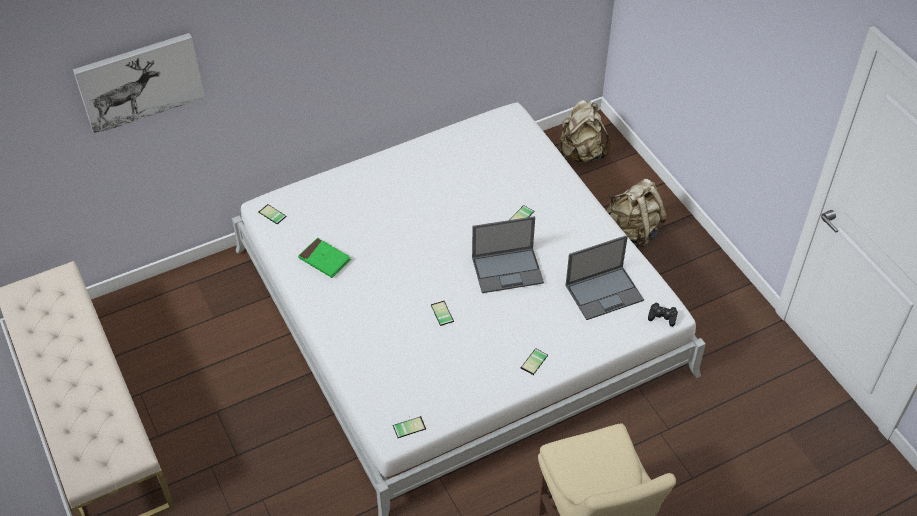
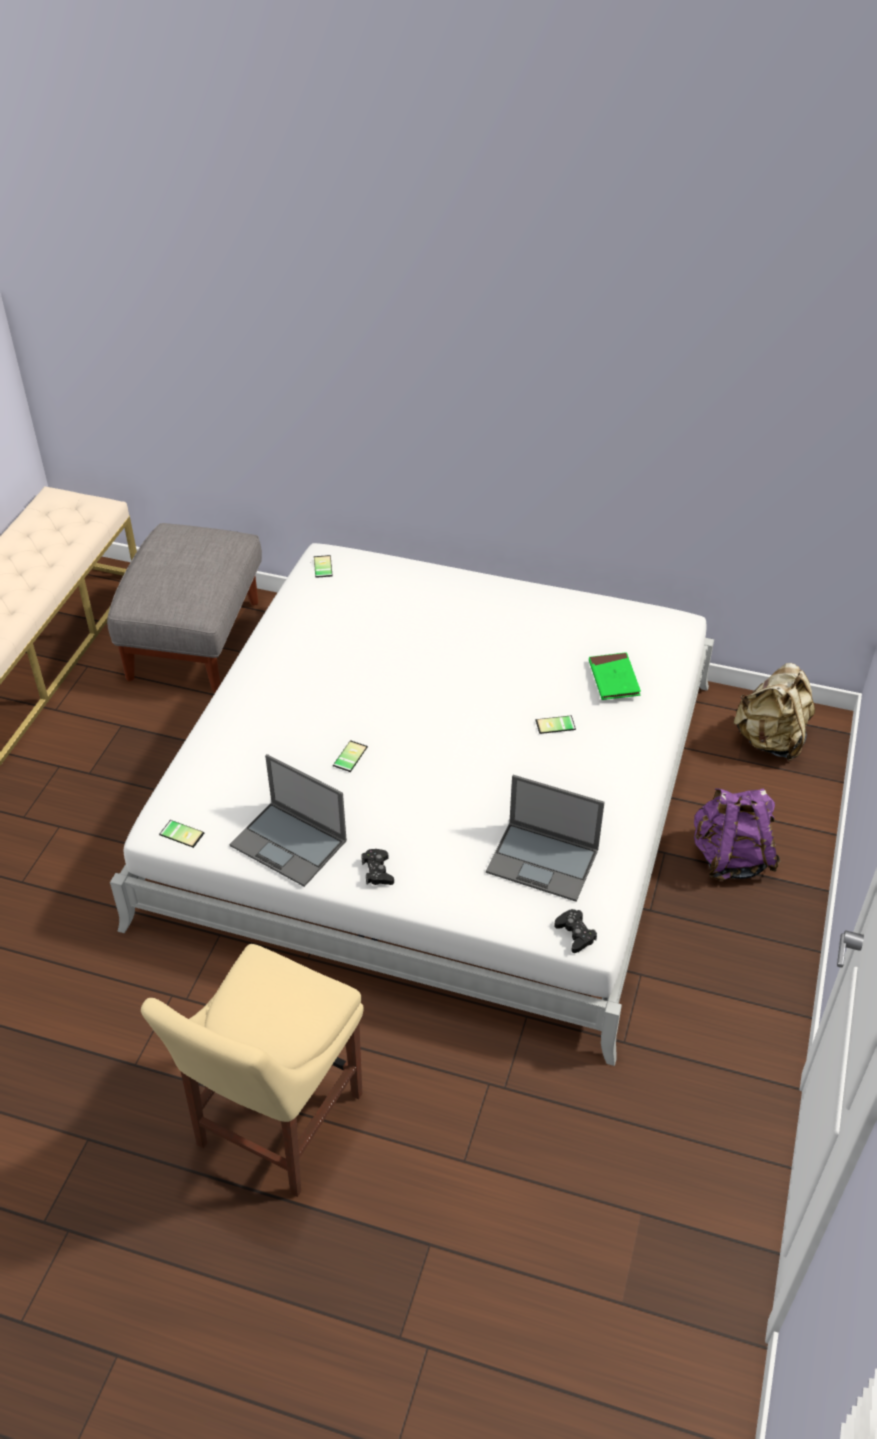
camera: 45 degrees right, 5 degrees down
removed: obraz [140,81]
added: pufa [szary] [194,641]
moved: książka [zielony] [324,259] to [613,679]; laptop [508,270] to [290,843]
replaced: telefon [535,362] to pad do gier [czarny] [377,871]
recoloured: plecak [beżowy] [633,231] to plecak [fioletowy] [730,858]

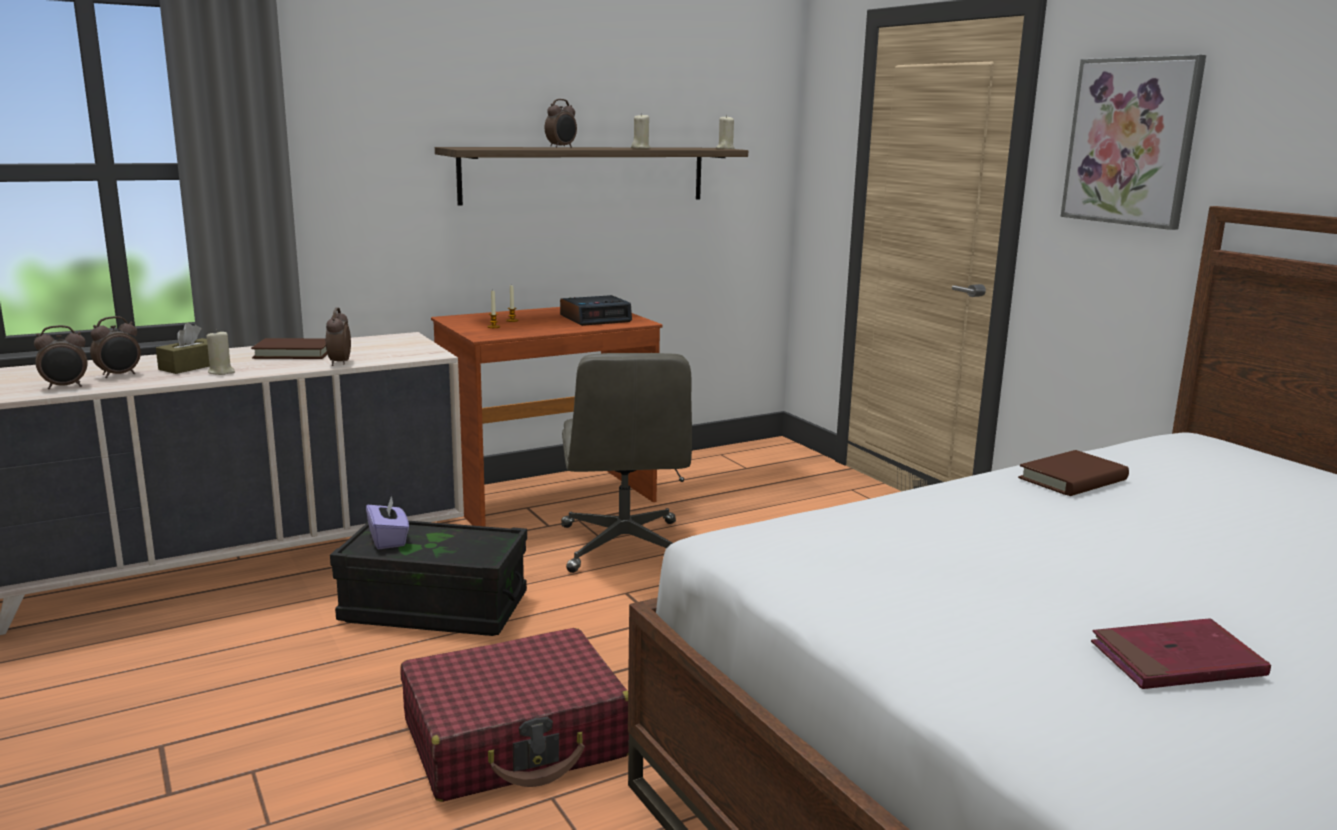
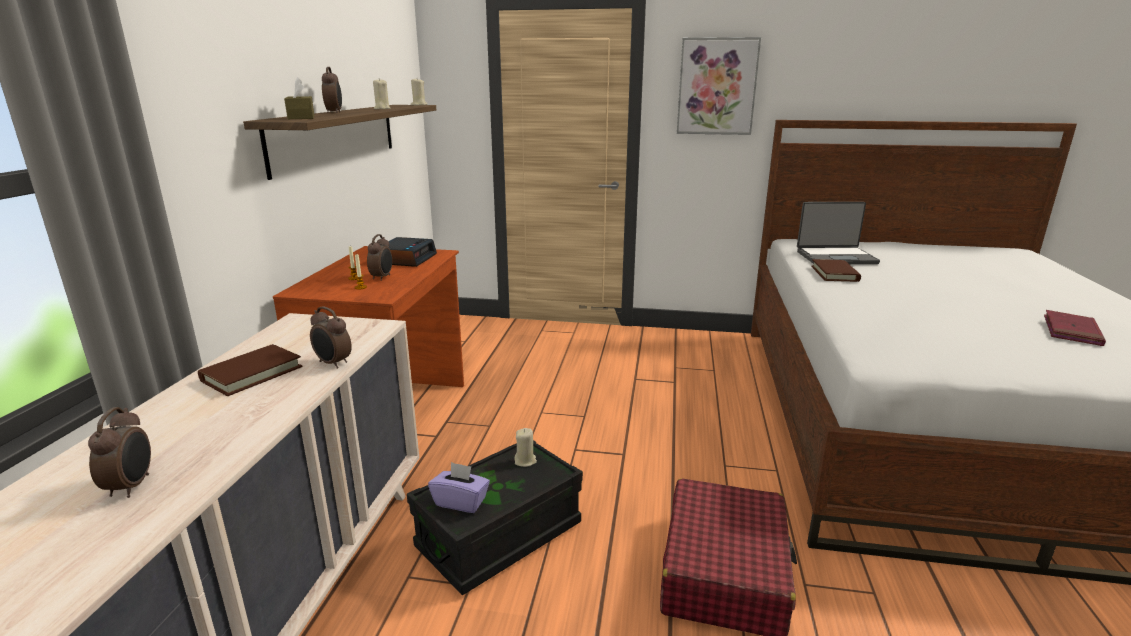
camera: 50 degrees left, 5 degrees up
removed: krzesło biurowe [szary] [624,547]
added: laptop [835,257]
moved: budzik [65,387] to [382,277]; pudełko chusteczek [brązowy] [190,366] to [301,117]; świeca [beżowy] [221,372] to [525,461]

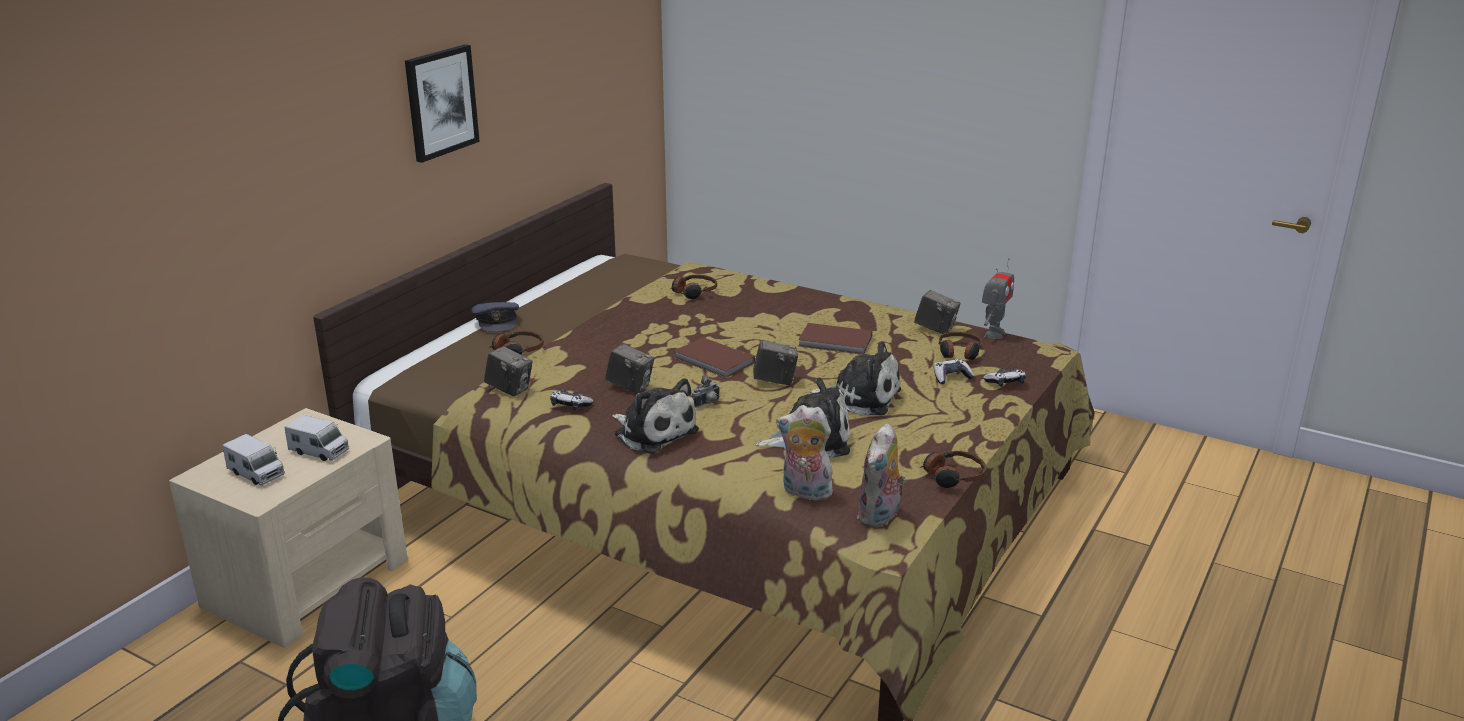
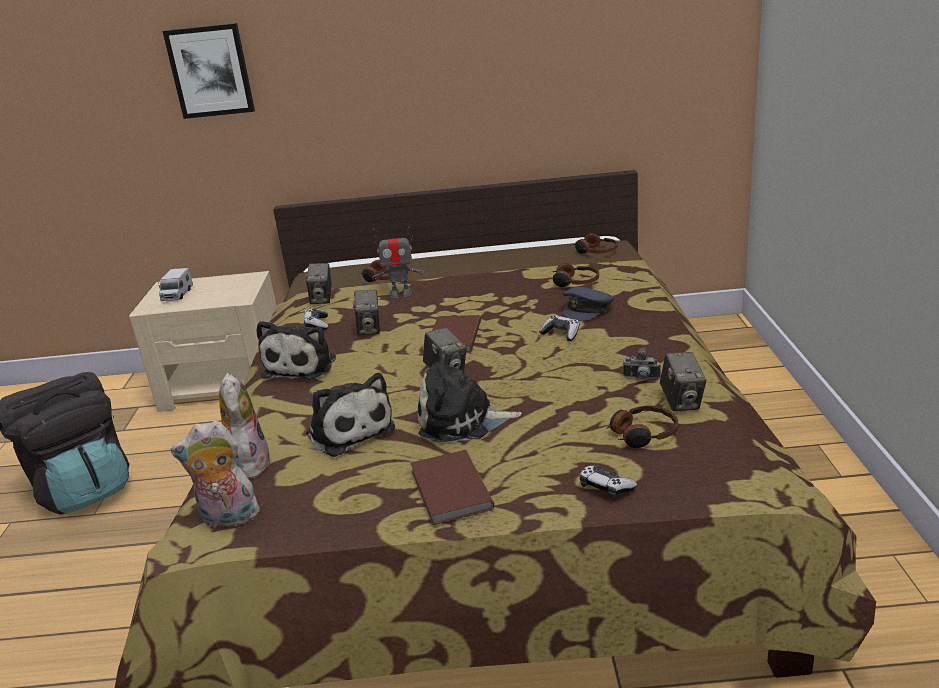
camera: 60 degrees right, 0 degrees up
removed: ciężarówka zabawkowa [319,451]
moved: obraz [441,102] to [210,71]; czapka z daszkiem [szary] [496,321] to [587,309]; aparat fotograficzny [707,404] to [641,379]; książka [brązowy] [835,342] to [449,491]; słuchawki [952,476] to [595,251]; pad do gier [951,377] to [561,334]; robot zabawkowy [994,333] to [400,293]
turned: pluszak [860,397] = [462,421] 105 degrees clockwise

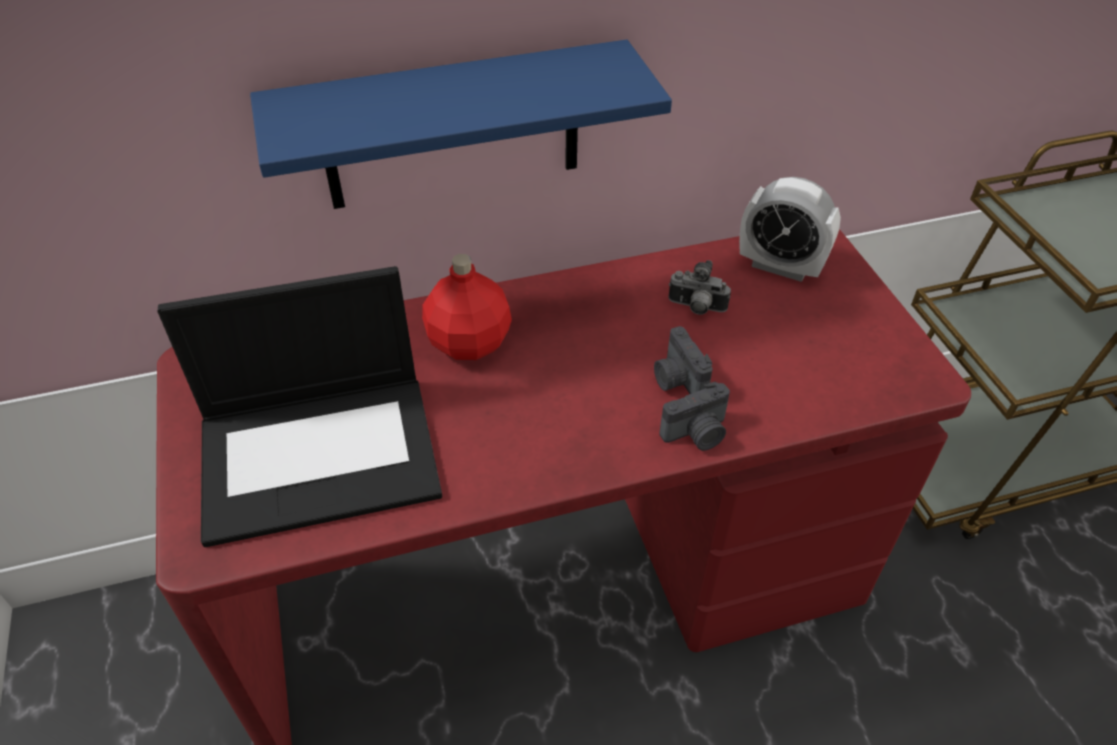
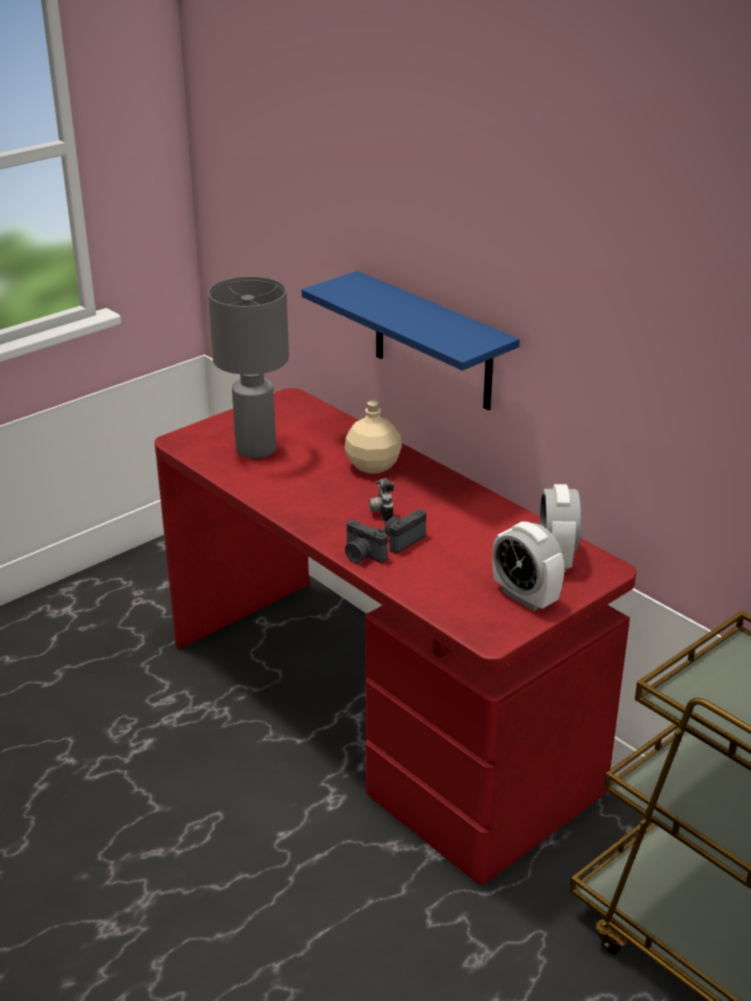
camera: 65 degrees right, 15 degrees down
added: budzik [525,597]
moved: aparat fotograficzny [696,308] to [381,512]
replaced: laptop [321,454] to lampa stołowa [szary] [257,449]
recoloured: butelka [czerwony] [468,342] to butelka [beżowy] [373,465]

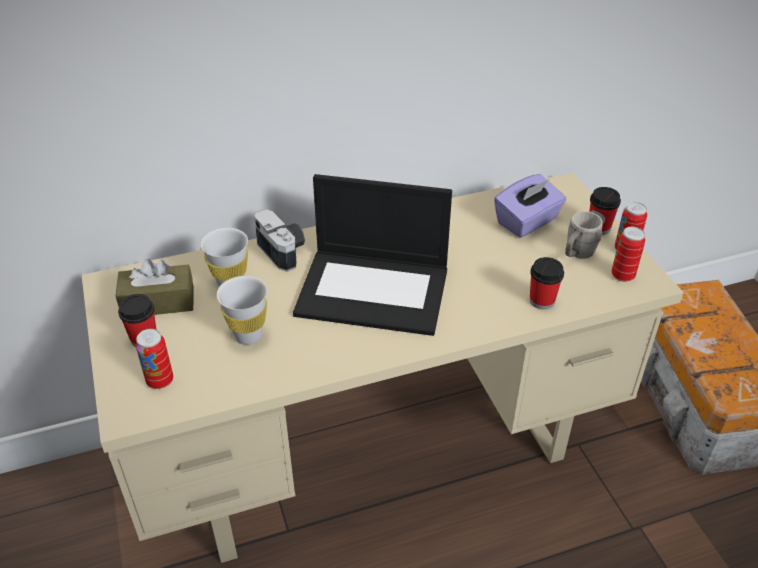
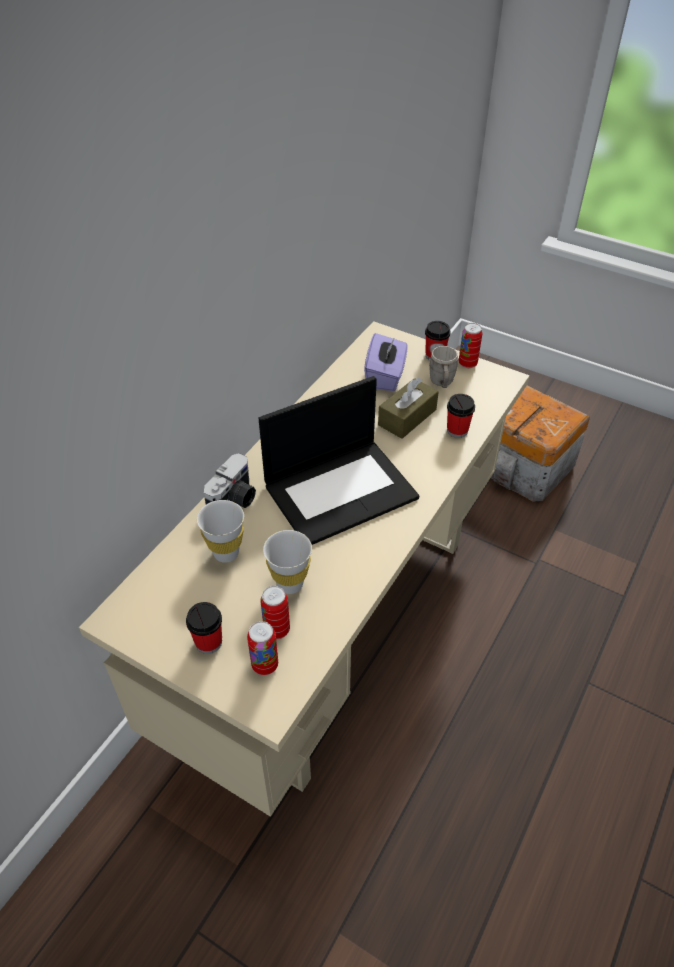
camera: 40 degrees left, 5 degrees up
moved: pudełko chusteczek [brązowy] [158,302] to [407,417]; puszka [622,275] to [277,629]
turned: aparat fotograficzny [284,250] = [235,499] 105 degrees clockwise

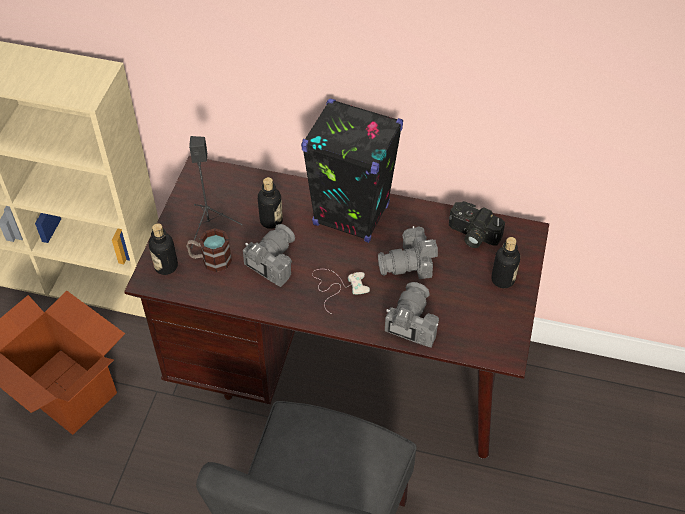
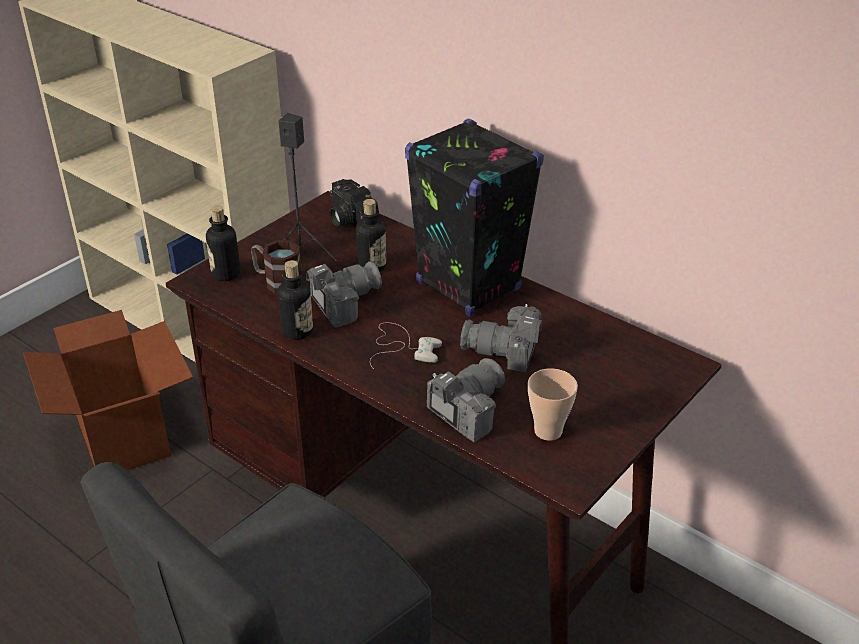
camera: 25 degrees right, 15 degrees down
added: filiżanka [548,431]
moved: aparat fotograficzny [472,235] to [349,219]; butelka [503,279] to [297,331]

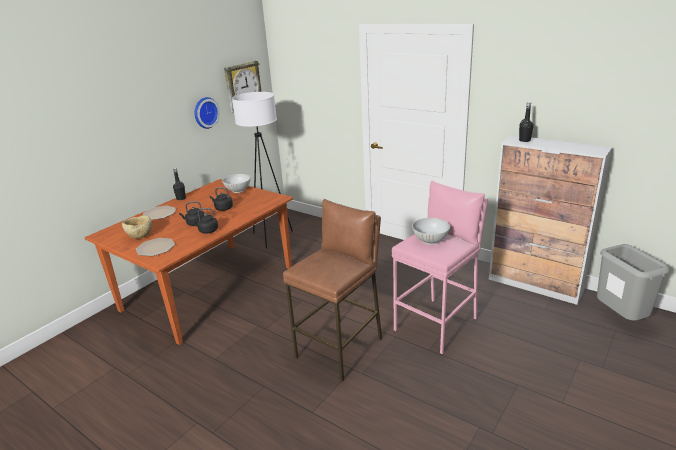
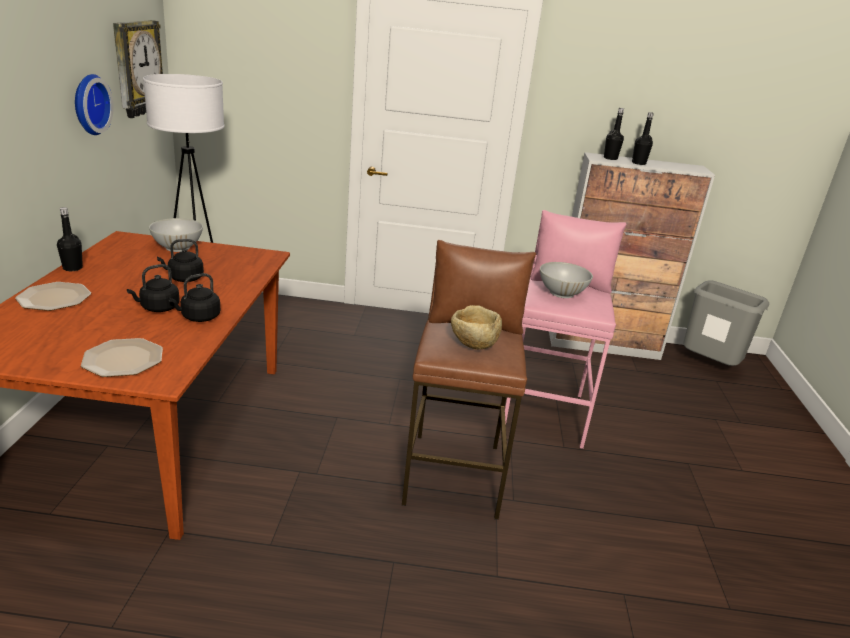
camera: 35 degrees left, 0 degrees up
added: butelka [czarny] [638,163]
moved: miska [beżowy] [140,236] to [473,345]

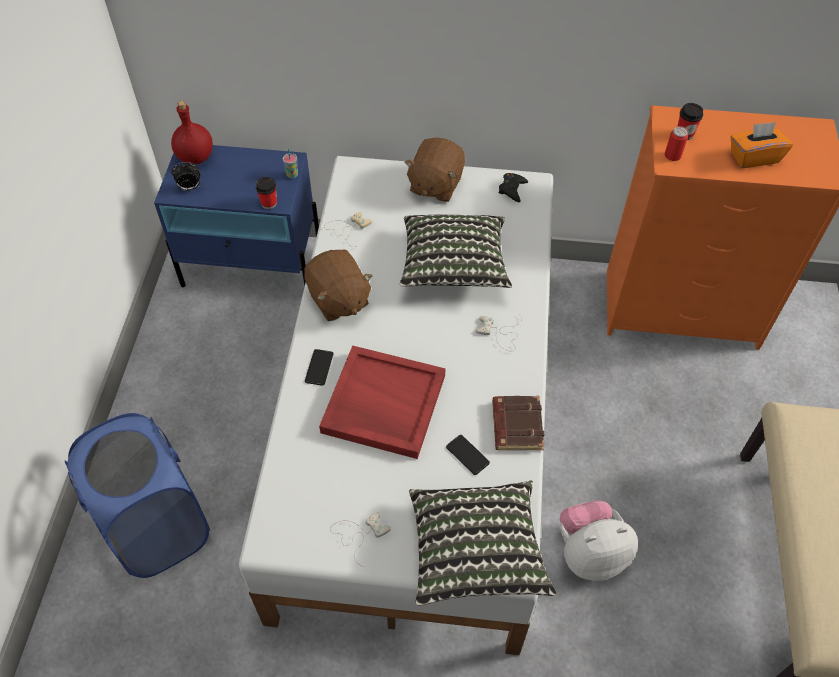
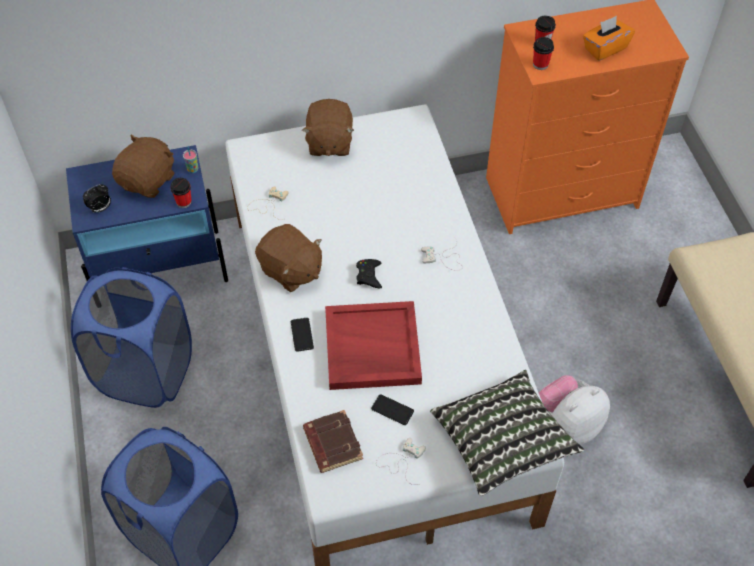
camera: 20 degrees left, 0 degrees up
removed: butelka [czerwony] [196,157]; poduszka [453,266]
added: kosz na pranie [niebieski] [145,373]; pluszak [brązowy] [148,180]
moved: telefon [467,455] to [392,410]; książka [brązowy] [516,425] to [331,443]; pad do gier [czarny] [512,189] to [369,275]
replaced: puszka [672,155] to filiżanka [540,64]

